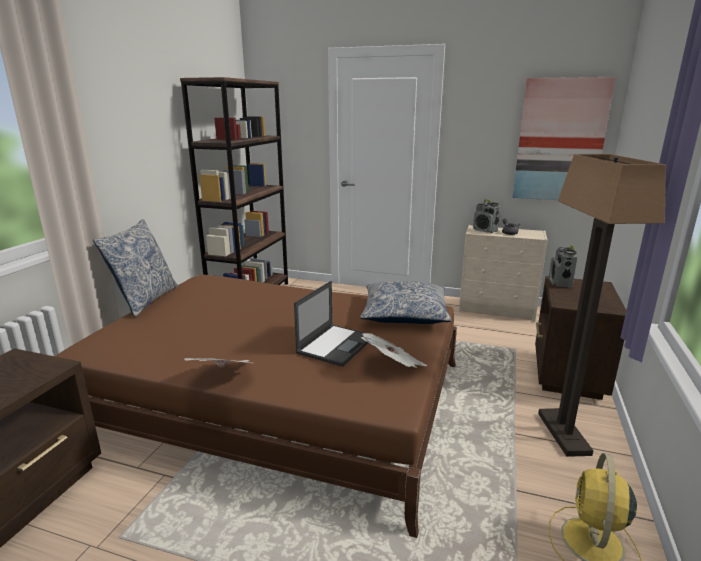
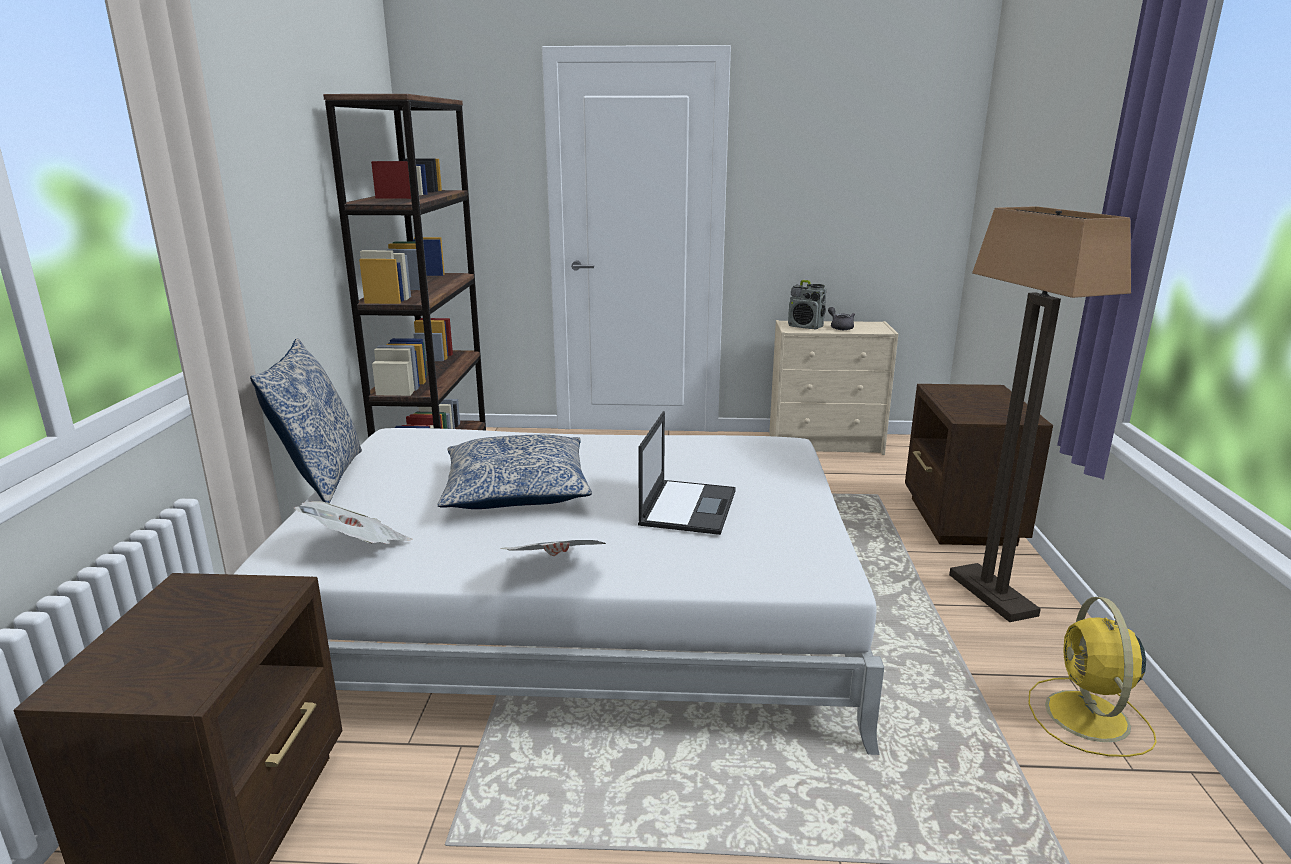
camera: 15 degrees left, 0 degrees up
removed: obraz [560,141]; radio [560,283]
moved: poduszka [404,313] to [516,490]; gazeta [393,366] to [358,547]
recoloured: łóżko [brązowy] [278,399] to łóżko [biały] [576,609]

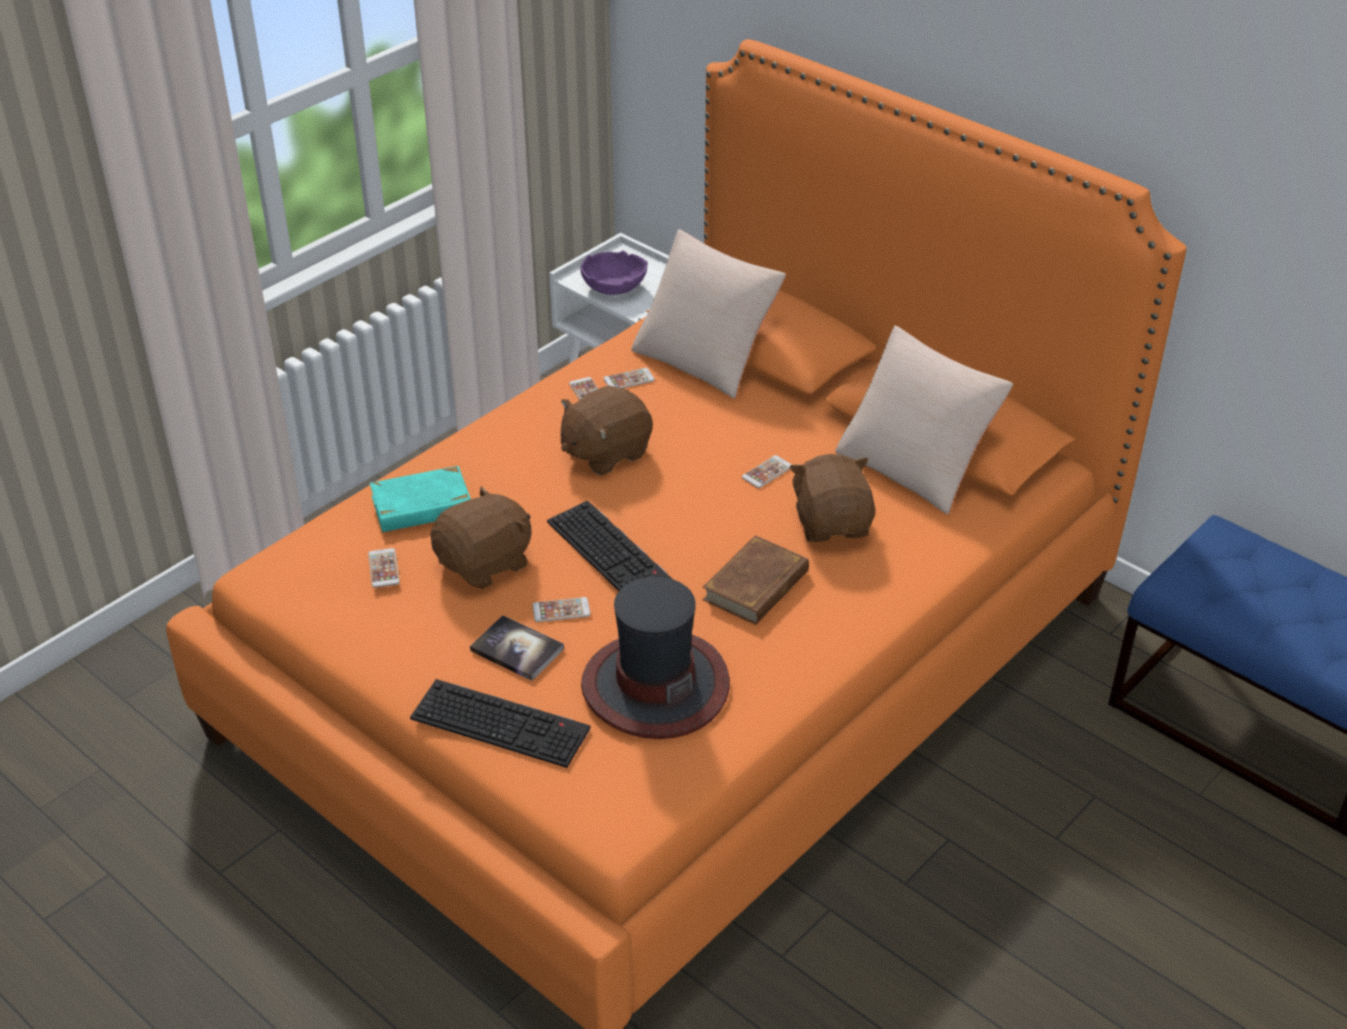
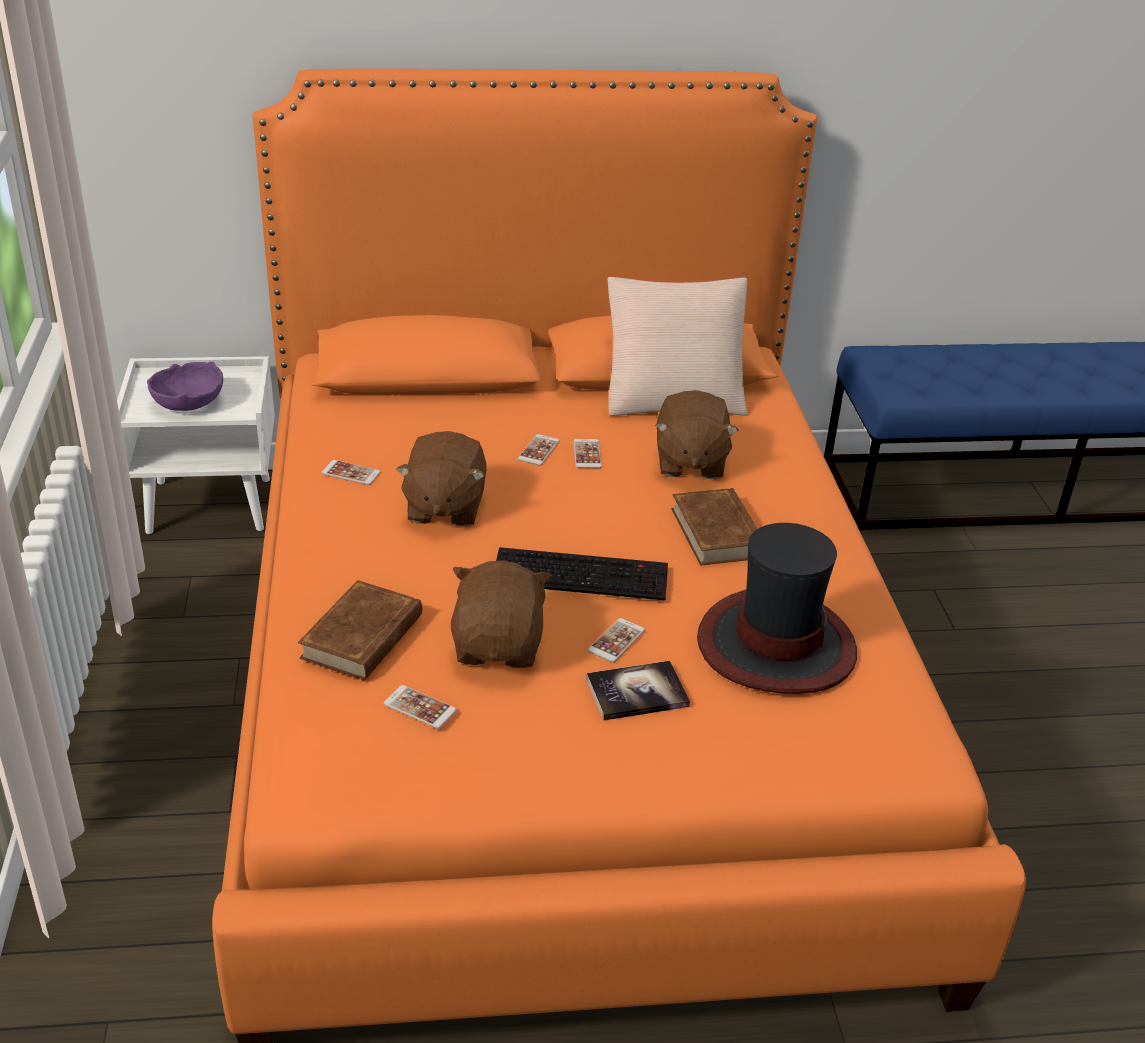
camera: 50 degrees left, 5 degrees down
removed: klawiatura [503,722]; poduszka [beżowy] [705,358]
moved: telefon [629,380] to [538,450]
recoloured: książka [turkusowy] [422,506] to książka [brązowy] [363,637]
turned: pluszak [brązowy] [832,523] = [689,462] 120 degrees counterclockwise

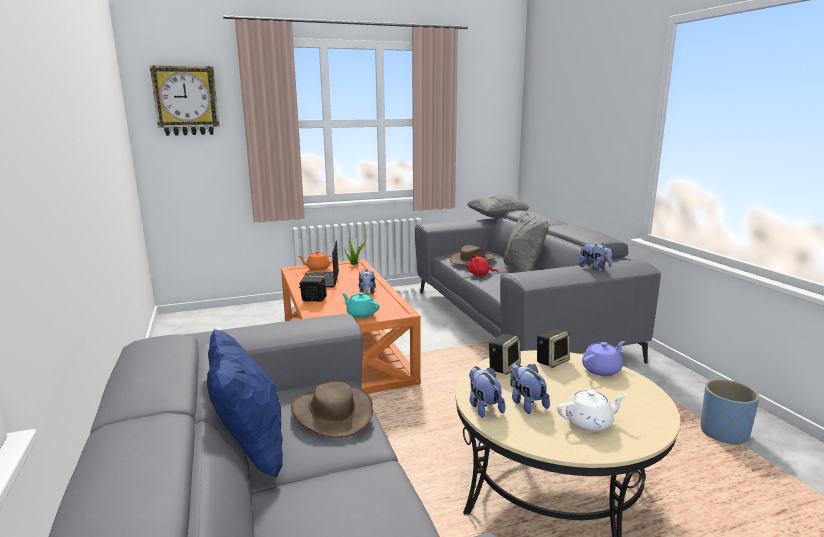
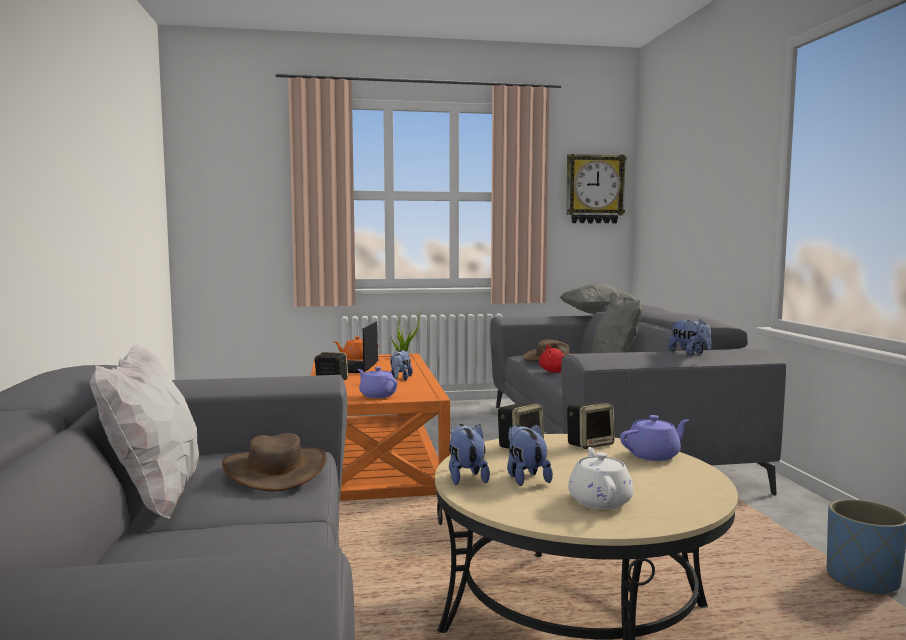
camera: 10 degrees right, 10 degrees down
moved: zegar ścienny [186,101] to [594,189]
recoloured: poduszka [niebieski] [250,452] to poduszka [biały] [155,497]; imbryk [turkusowy] [360,314] to imbryk [fioletowy] [377,395]
turned: imbryk [biały] [589,423] = [599,500] 90 degrees counterclockwise

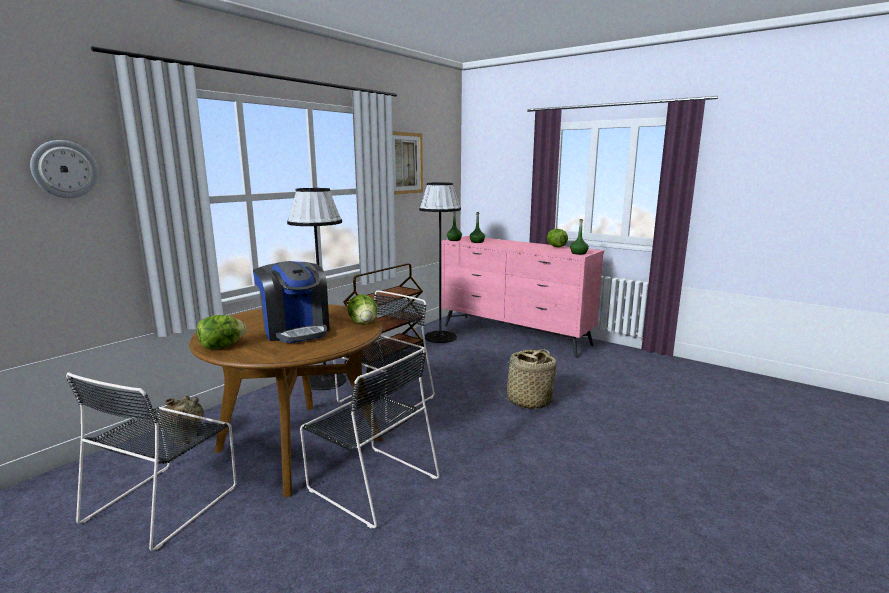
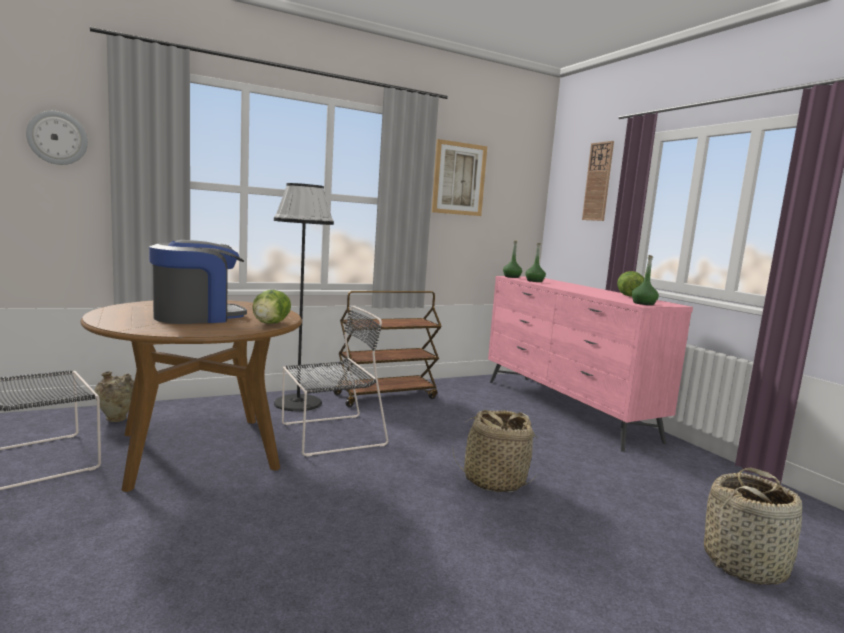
camera: 25 degrees right, 5 degrees down
removed: sałata [222,346]; krzesło [czarny] [371,482]; lampa stojąca [czarny] [440,337]
added: zegar ścienny [598,181]; koszyk [745,564]
turned: ekspres do kawy [296,331] = [197,317] 120 degrees counterclockwise

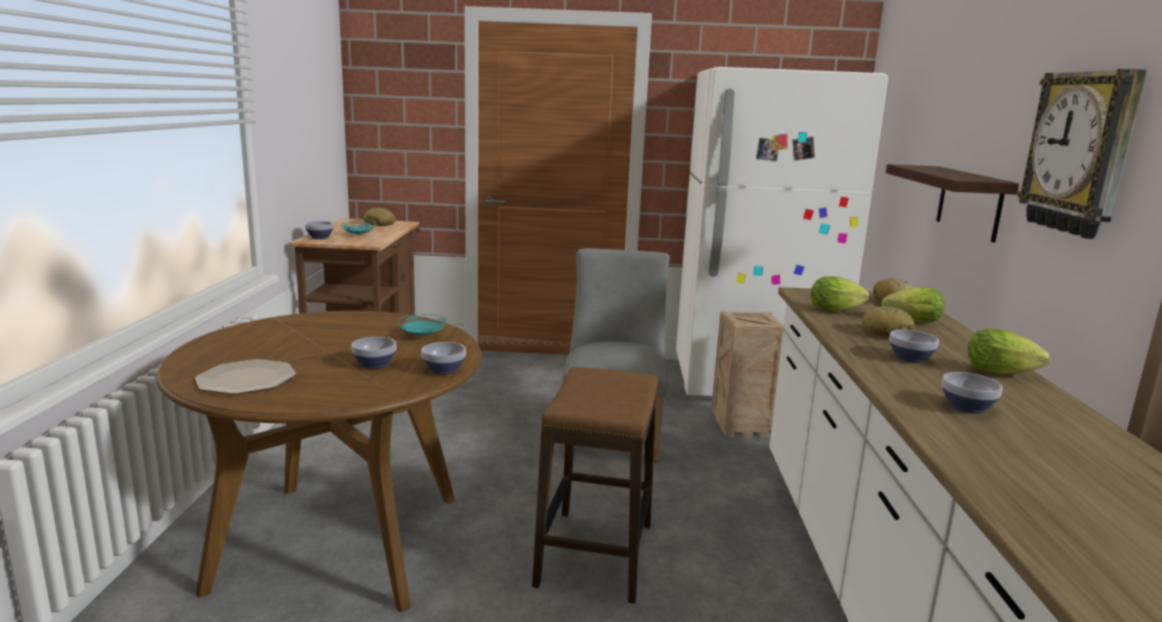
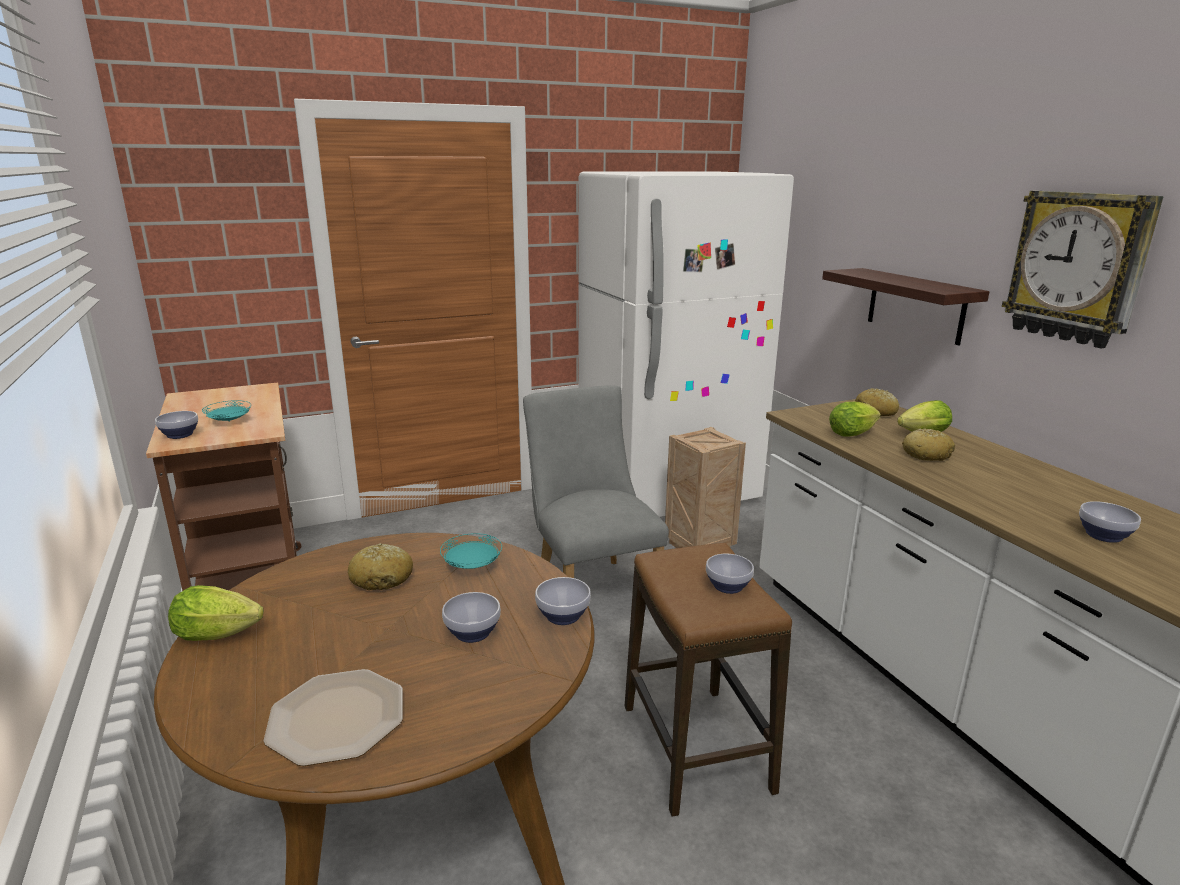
camera: 25 degrees left, 5 degrees up
moved: chleb [379,224] to [382,578]; miska [910,358] to [728,585]; sałata [1004,373] to [222,635]

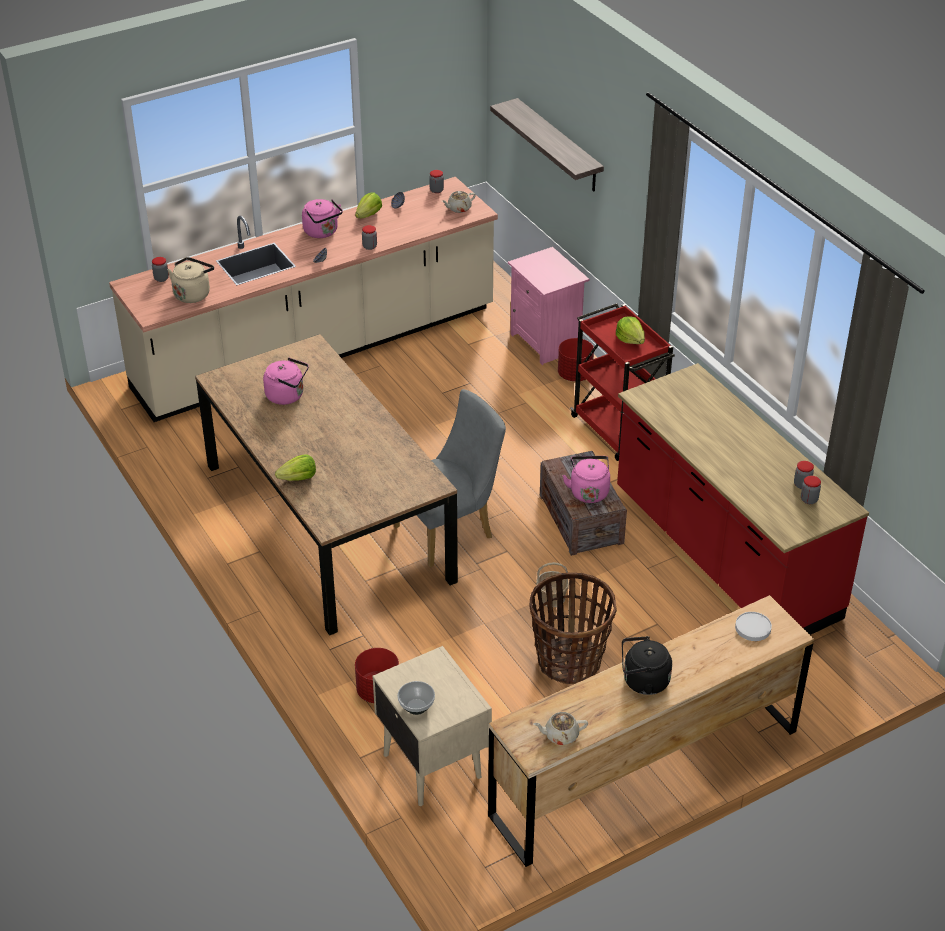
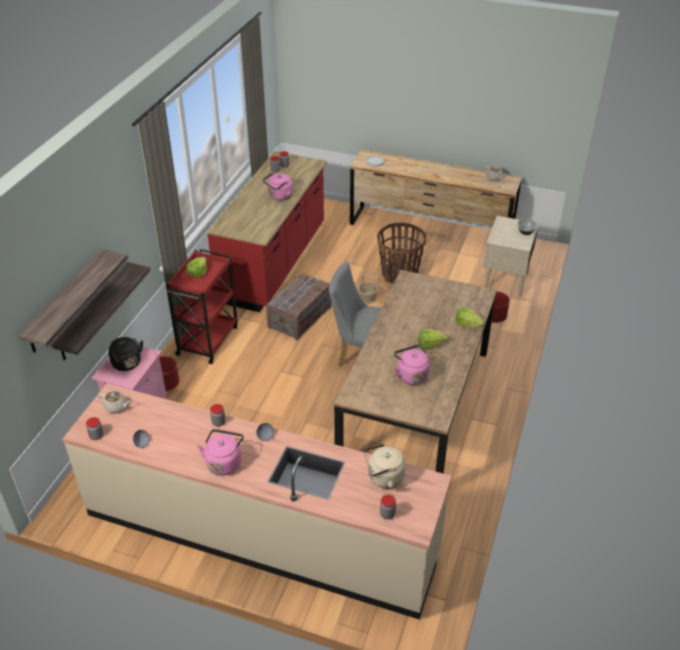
camera: 130 degrees left, 0 degrees up
added: półka [92,312]
moved: sałata [369,215] to [430,345]; czajnik [różowy] [588,491] to [279,197]; czajnik [czarny] [642,681] to [128,364]

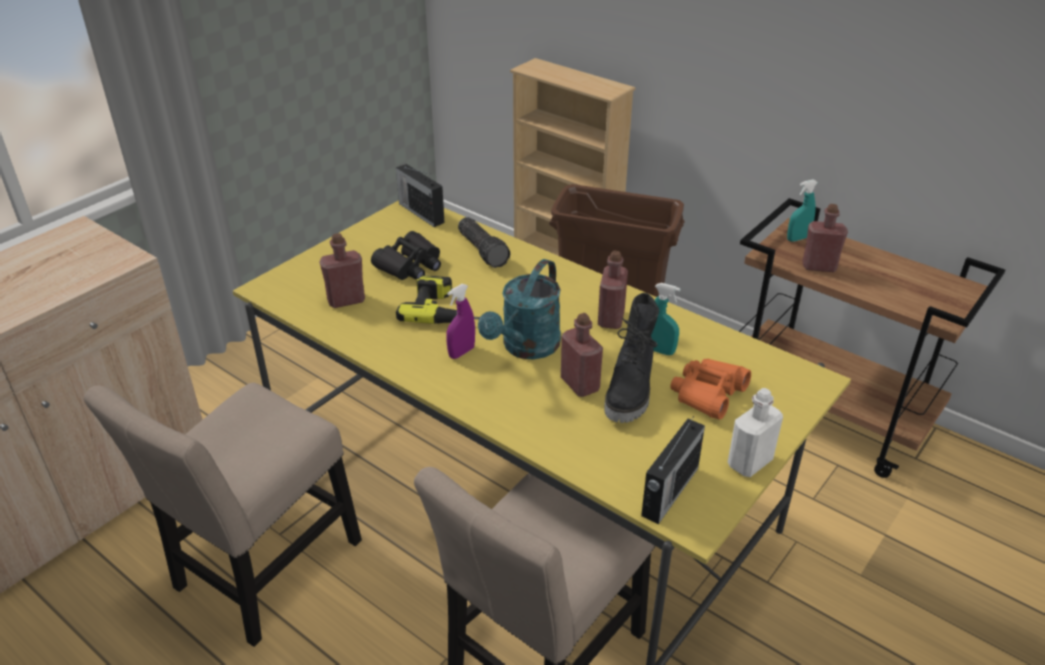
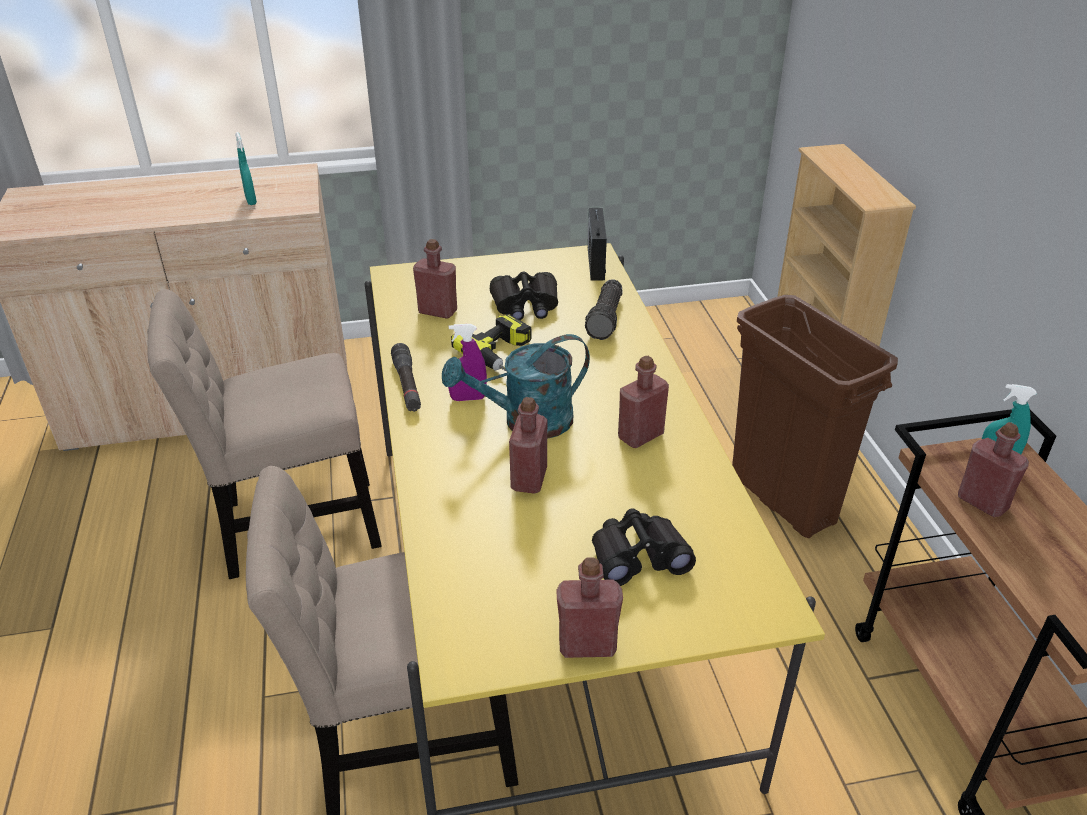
camera: 40 degrees right, 0 degrees up
removed: but z cholewką [czarny] [631,391]; radio [669,492]
added: latarka [czarny] [407,385]
moved: spryskiwacz [turkusowy] [659,350] to [251,201]
recoloured: lornetka [pomarańczowy] [708,394] to lornetka [czarny] [638,556]; butelka [biały] [749,462] to butelka [czerwony] [587,645]

